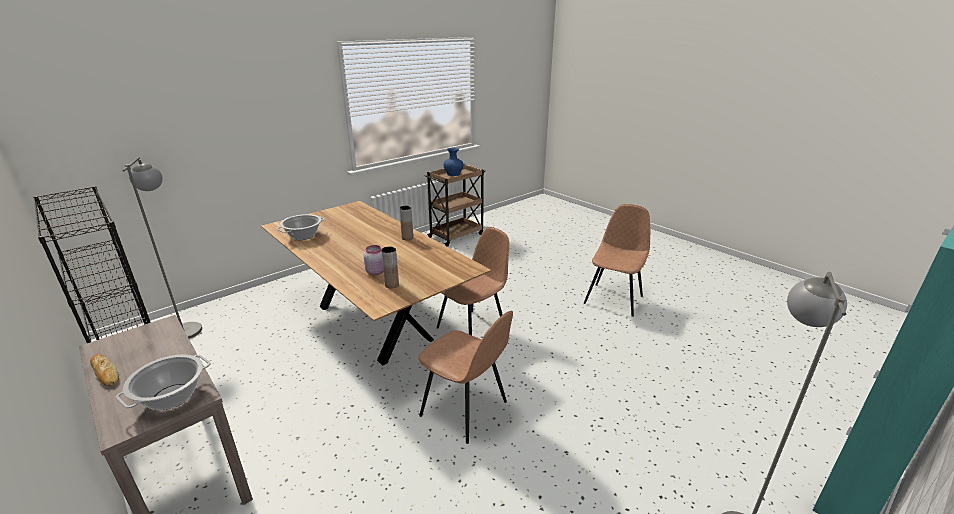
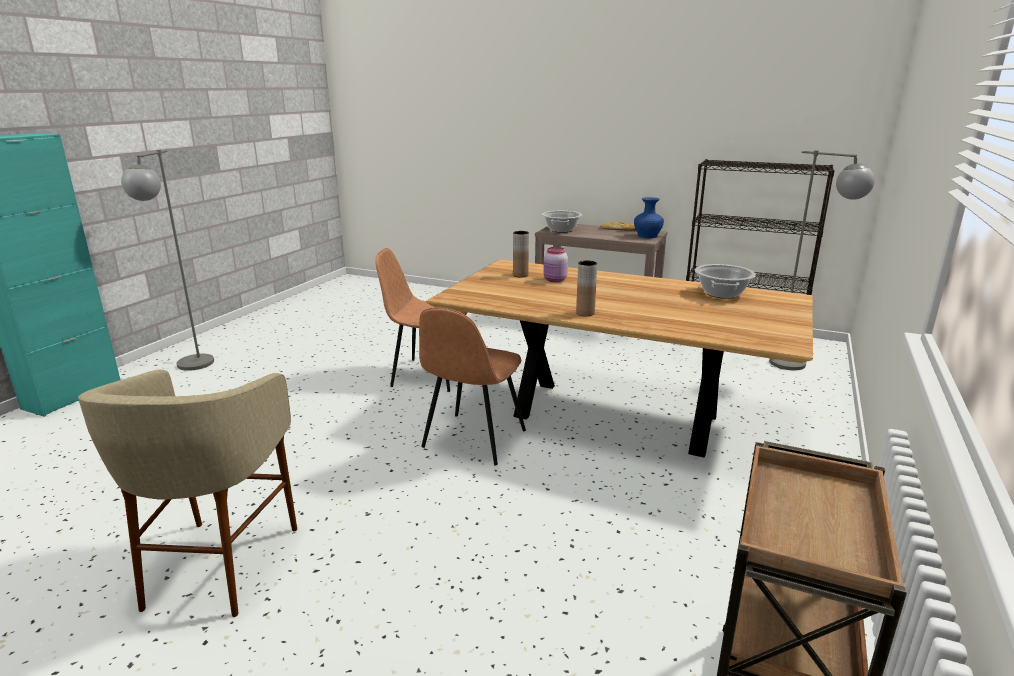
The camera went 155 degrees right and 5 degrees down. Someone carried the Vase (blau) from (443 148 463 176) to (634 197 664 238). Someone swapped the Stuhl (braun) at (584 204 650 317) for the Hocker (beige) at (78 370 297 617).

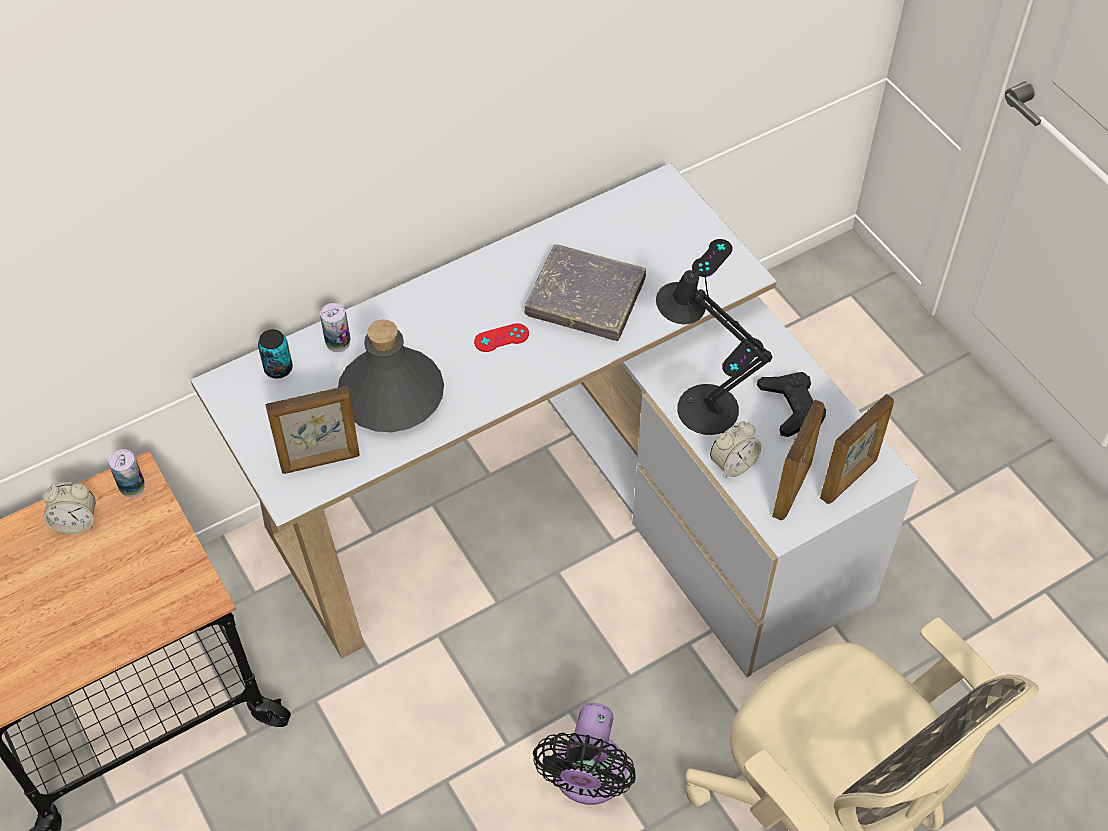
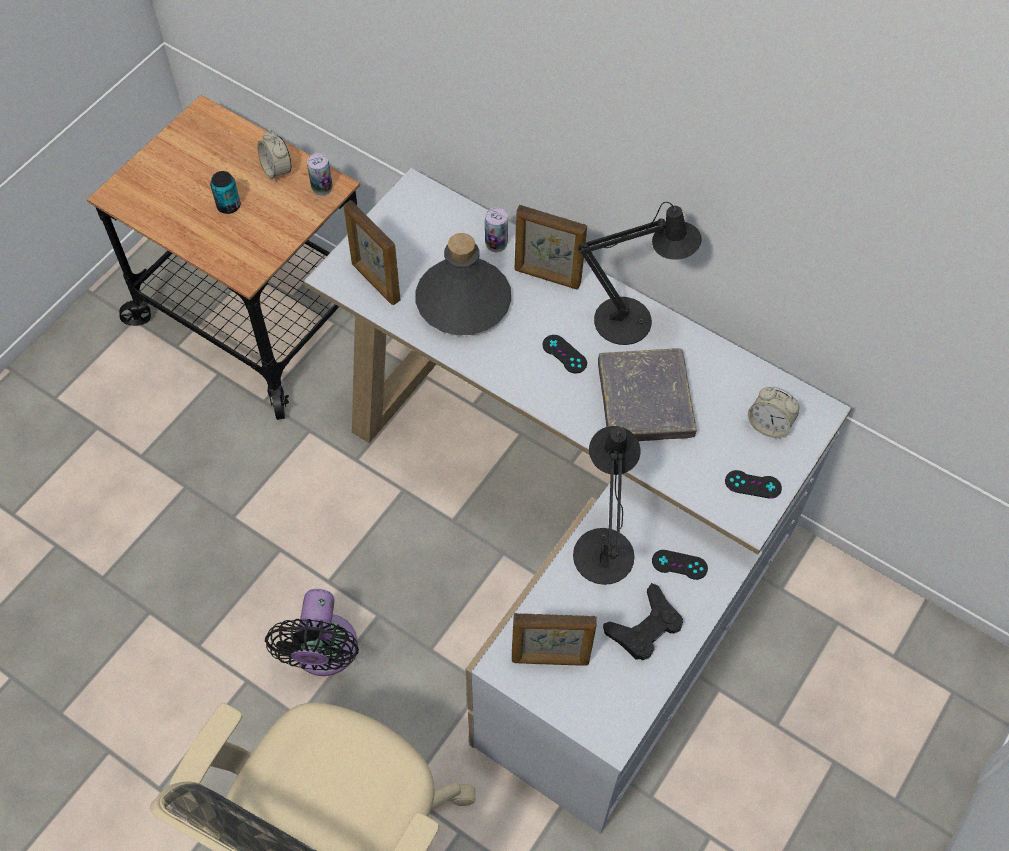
The camera went 65 degrees right and 5 degrees up. Someone repainted the Gamepad (rot) at (474 323 529 352), which became the Gamepad (schwarz) at (543 335 587 374). Someone carried the Dose from (258 329 293 379) to (210 171 241 214). Someone carried the Bilderrahmen from (820 394 894 504) to (515 205 587 289). Someone carried the Wecker from (710 421 761 478) to (748 387 800 439). Someone rotated the Ventilator (schwarz) at (533 703 636 805) by 75 degrees counterclockwise. Someone put down the Tischlampe (schwarz) at (578 202 702 345).

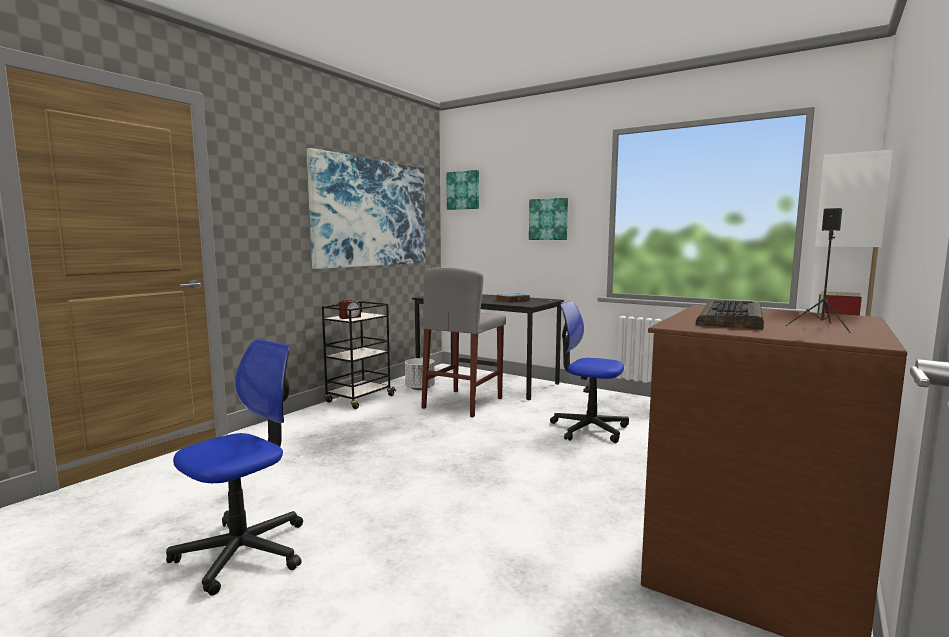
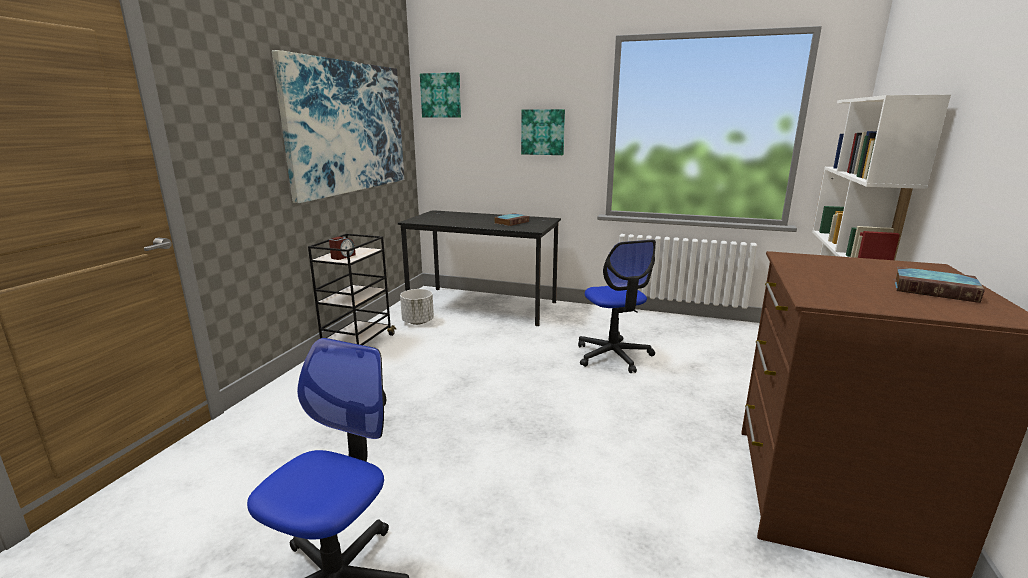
The camera went 15 degrees left and 10 degrees up. Someone swapped the Lautsprecher (schwarz) at (785 208 851 333) for the Buch at (894 267 985 303). Someone took away the Hocker (grau) at (421 268 506 417). Someone rotated the Bürostuhl at (550 301 629 443) by 120 degrees counterclockwise. Someone took away the Tastatur at (696 301 764 329).

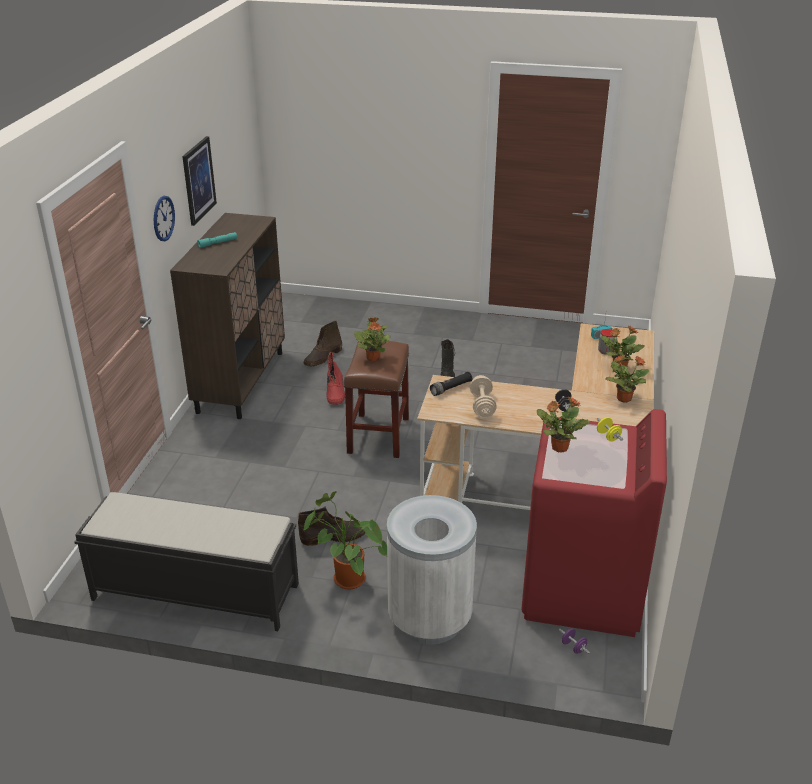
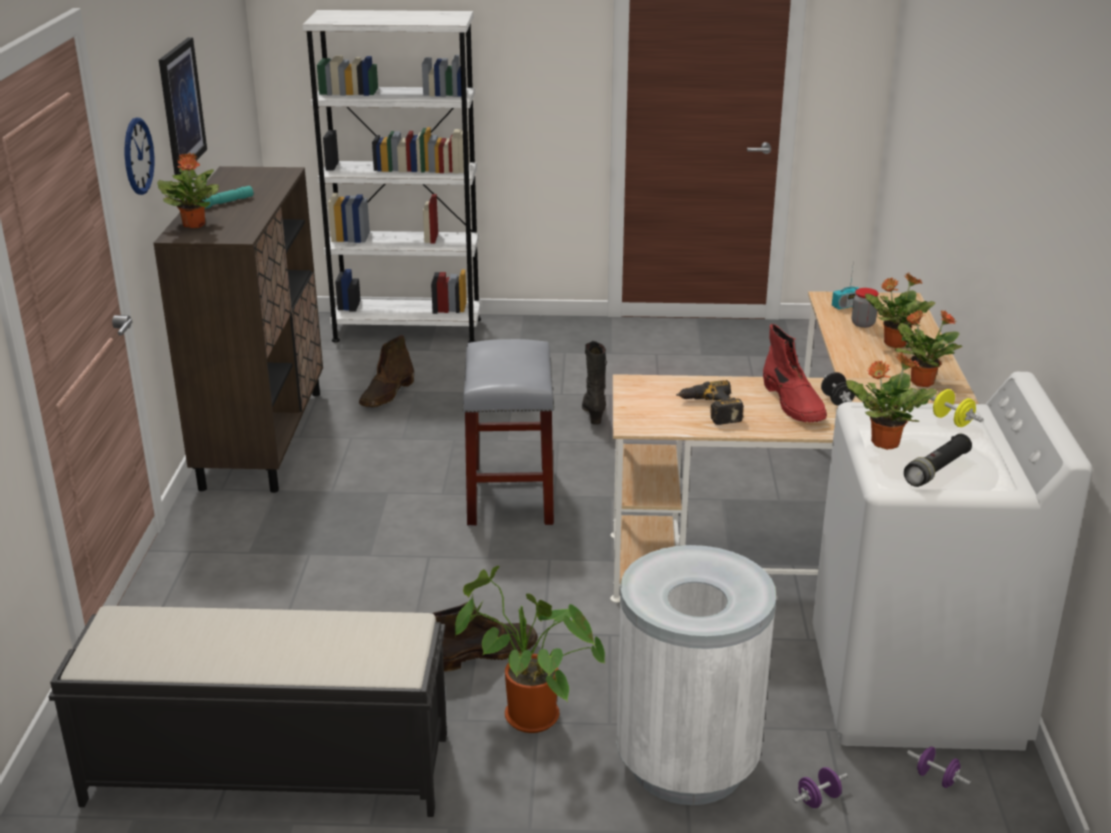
The camera went 10 degrees left and 5 degrees down. Someone carried the Topfpflanze from (354 317 390 362) to (157 153 219 228). Someone repainted the Hocker (braun) at (344 340 409 458), which became the Hocker (grau) at (462 339 554 526). Someone carried the Stiefel (rot) from (327 352 345 405) to (763 324 827 422). Someone carried the Taschenlampe (schwarz) from (430 372 472 396) to (904 434 972 487). Someone swapped the Hantel (beige) at (470 375 497 418) for the Bohrmaschine at (676 380 744 425). Someone repainted the Waschmaschine (rot) at (521 409 667 637), which became the Waschmaschine (weiß) at (812 372 1092 751). Someone put down the Bücherregal (weiß) at (302 10 481 343). Someone put down the Hantel (lila) at (793 767 848 808).

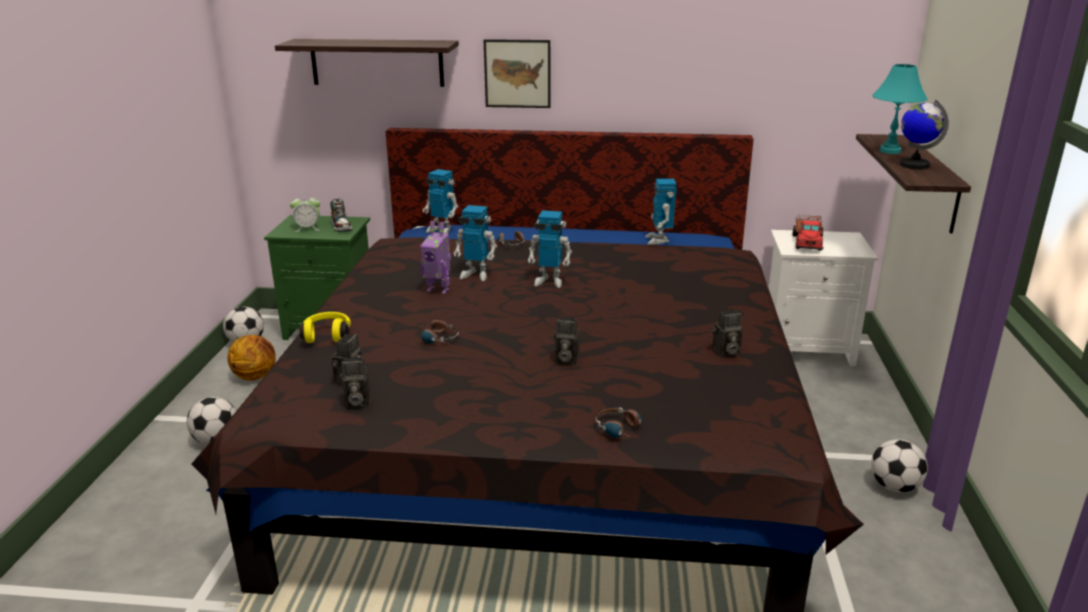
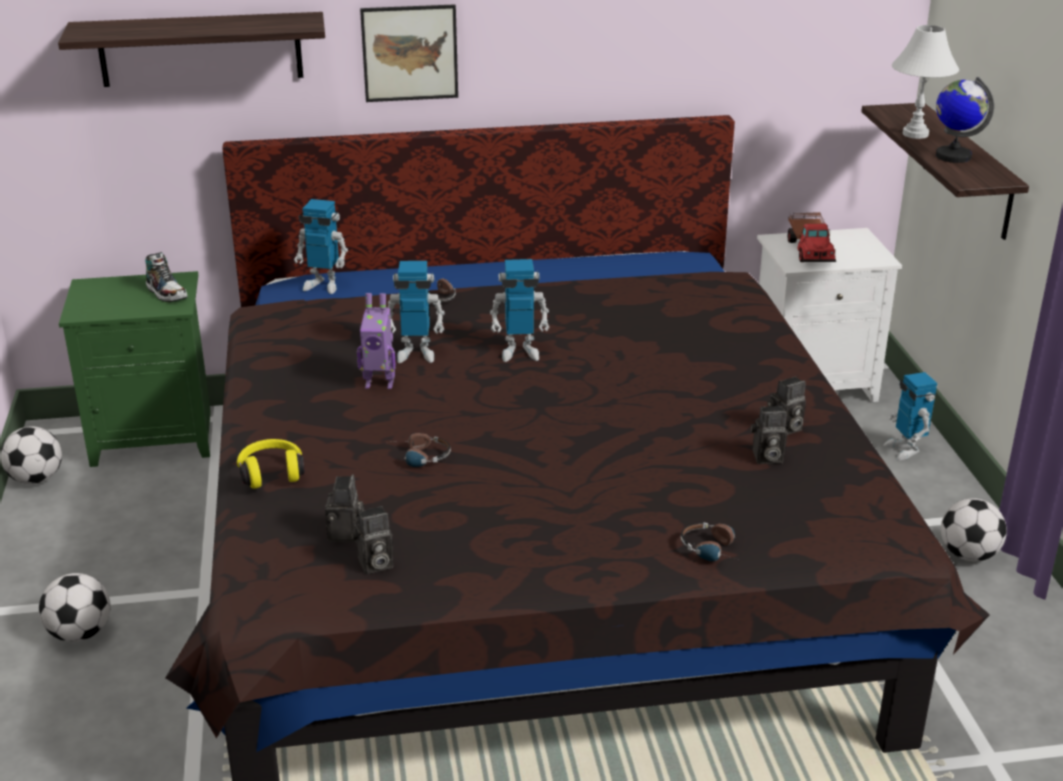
The camera went 15 degrees left and 5 degrees up. Someone repainted the Tischlampe (türkis) at (872 64 927 154), which became the Tischlampe (weiß) at (892 25 959 139). Someone carried the Spielzeugroboter from (645 179 677 245) to (883 372 937 460). Someone took away the Wecker at (290 194 320 232). Someone carried the Kamera from (554 317 579 365) to (751 406 787 464). Someone took away the Basketball at (227 335 276 381).

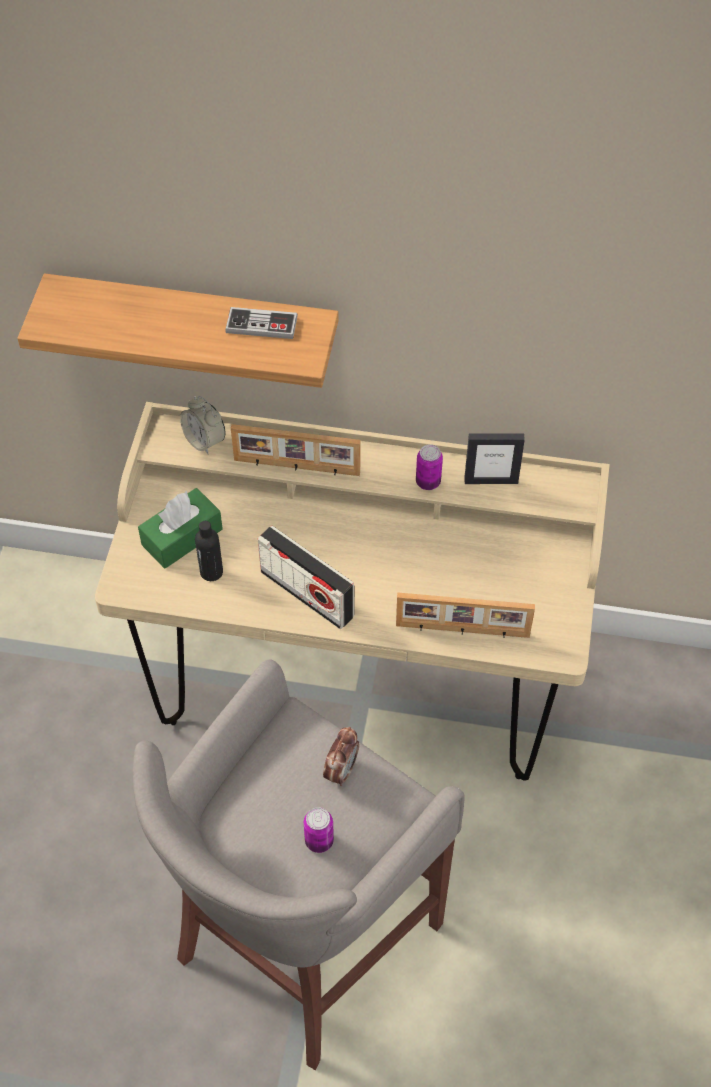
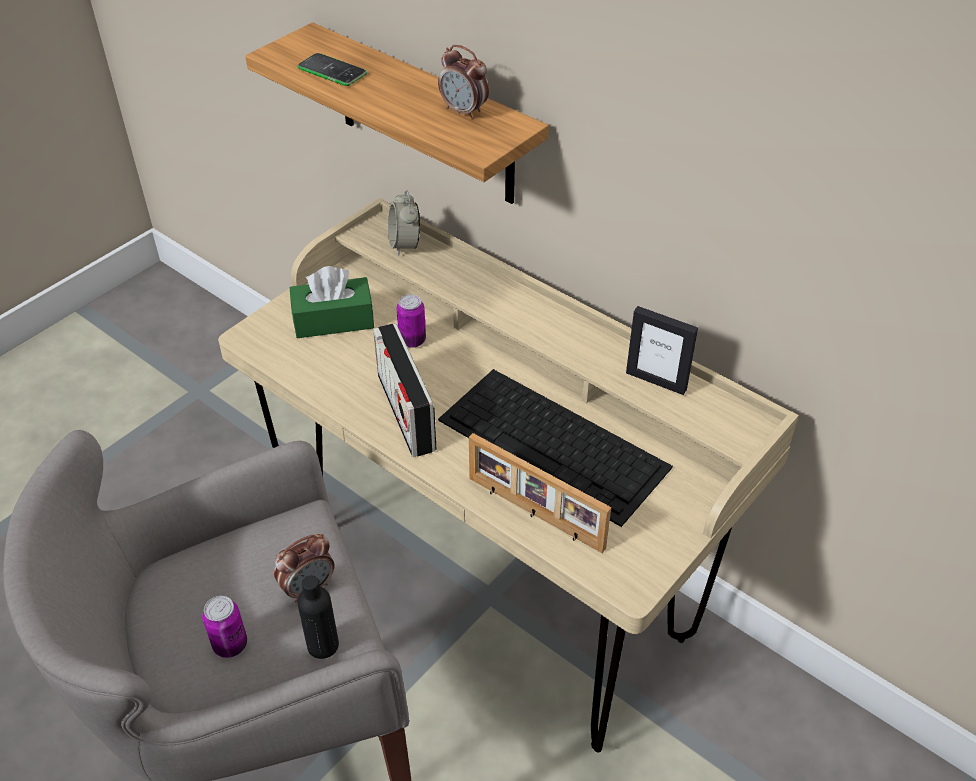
The camera went 30 degrees right and 10 degrees down. Someone swapped the Gamepad at (225 307 298 339) for the Wecker at (438 45 489 119). Someone took away the Bilderrahmen at (231 424 360 476). Someone carried the Dose from (416 444 443 490) to (397 294 426 348). Someone carried the Flasche (schwarz) from (195 521 223 581) to (297 576 339 659). Someone put down the Handy at (298 53 367 86). Someone put down the Tastatur at (438 369 673 527).

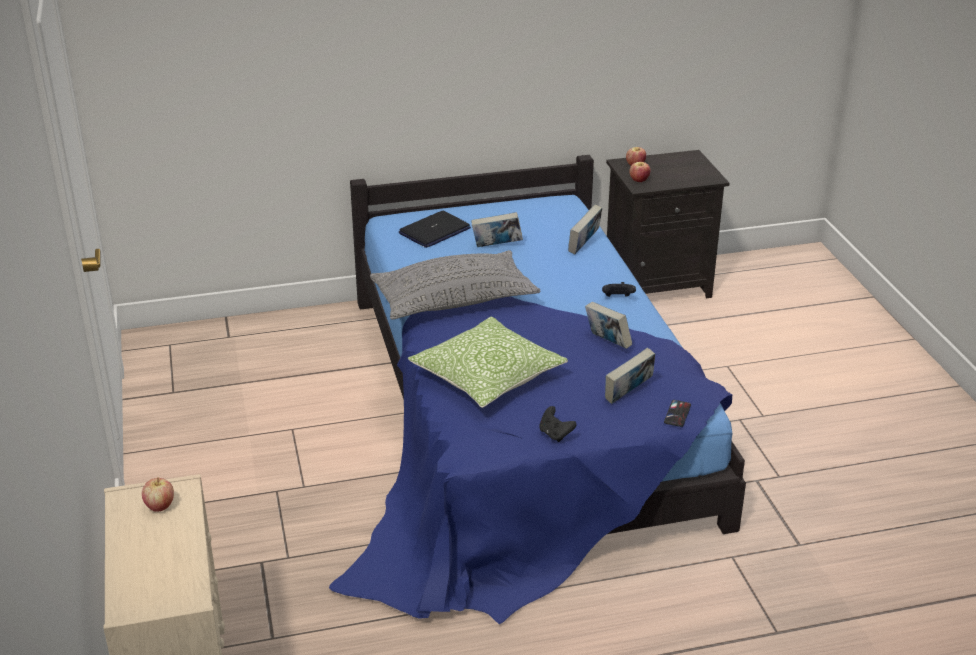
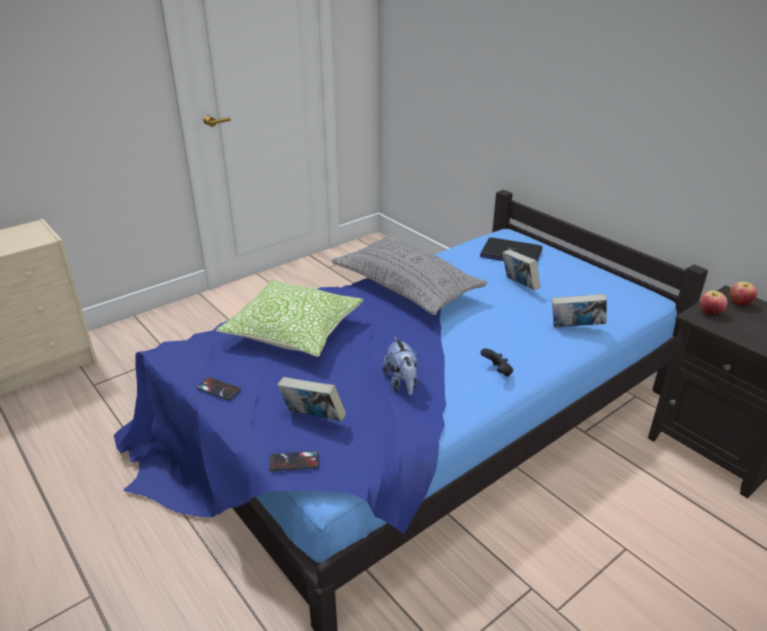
The camera went 65 degrees right and 0 degrees up. Someone swapped the Buch at (585 302 632 349) for the Plüschtier at (382 336 418 395). Someone swapped the Gamepad (schwarz) at (539 406 577 442) for the Handy at (196 377 241 400). Someone took away the Apfel at (142 477 174 512).

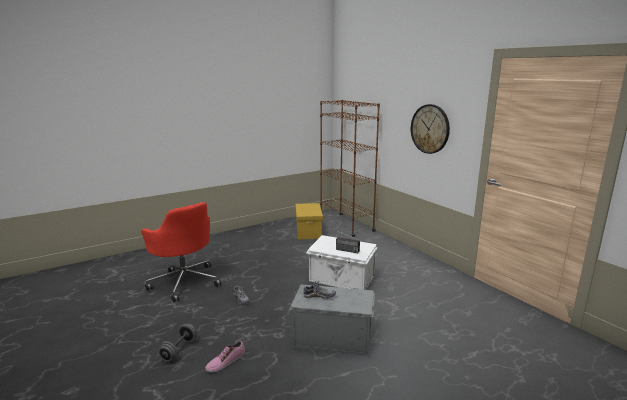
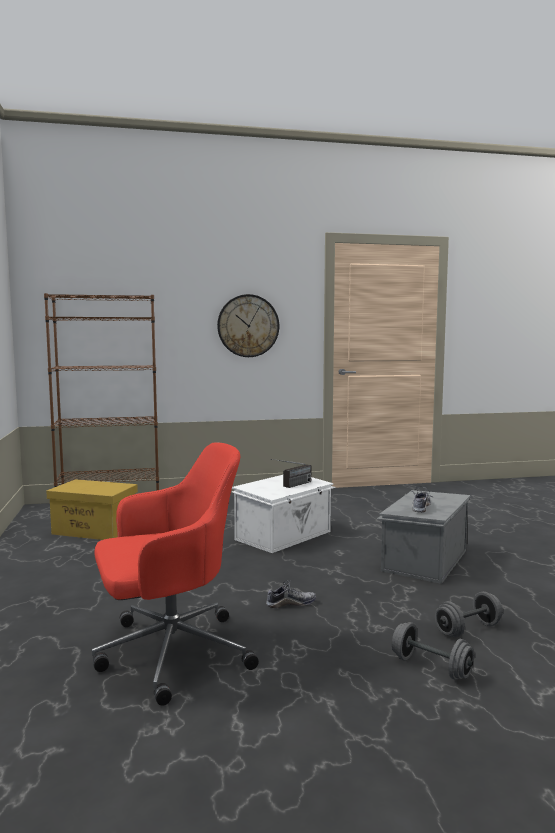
The camera went 70 degrees left and 10 degrees down. Someone swapped the Schuh at (205 341 245 373) for the Hantel (grau) at (435 592 503 637).

